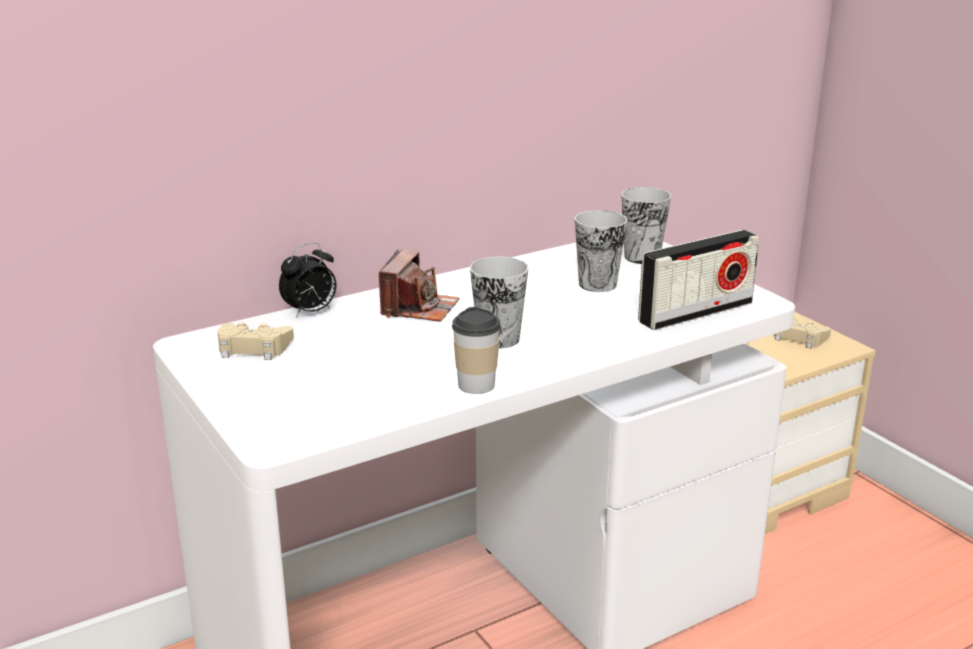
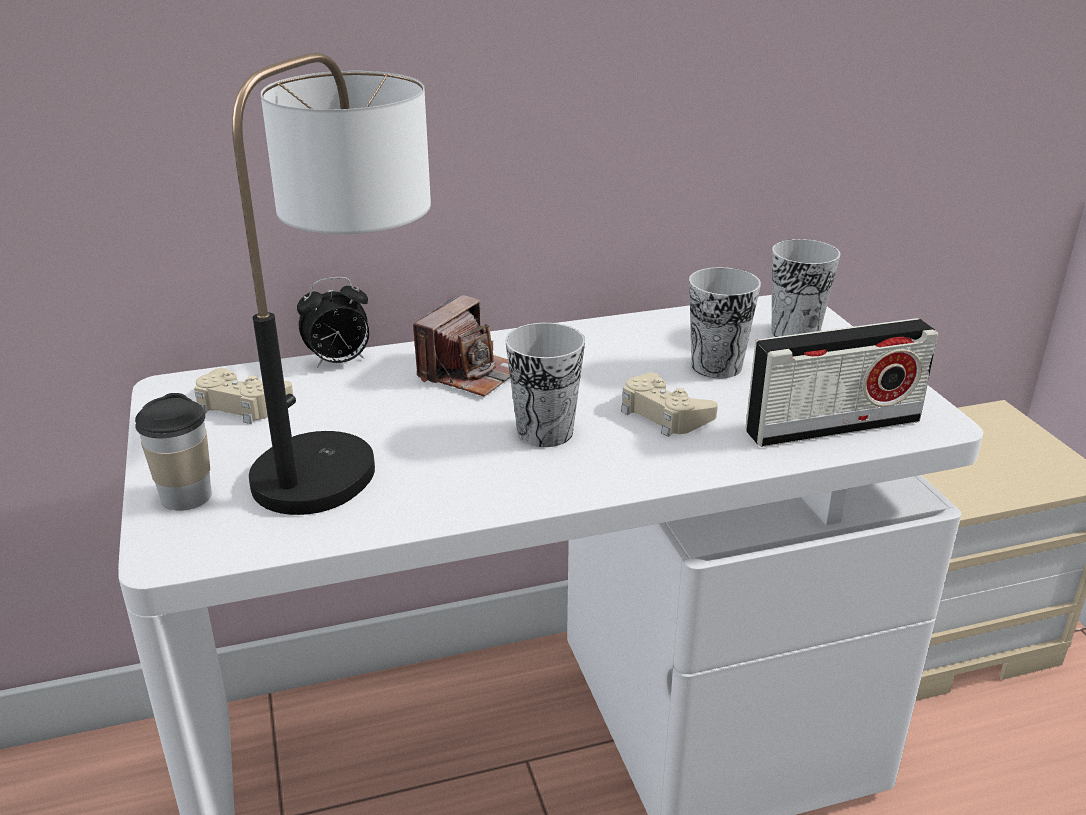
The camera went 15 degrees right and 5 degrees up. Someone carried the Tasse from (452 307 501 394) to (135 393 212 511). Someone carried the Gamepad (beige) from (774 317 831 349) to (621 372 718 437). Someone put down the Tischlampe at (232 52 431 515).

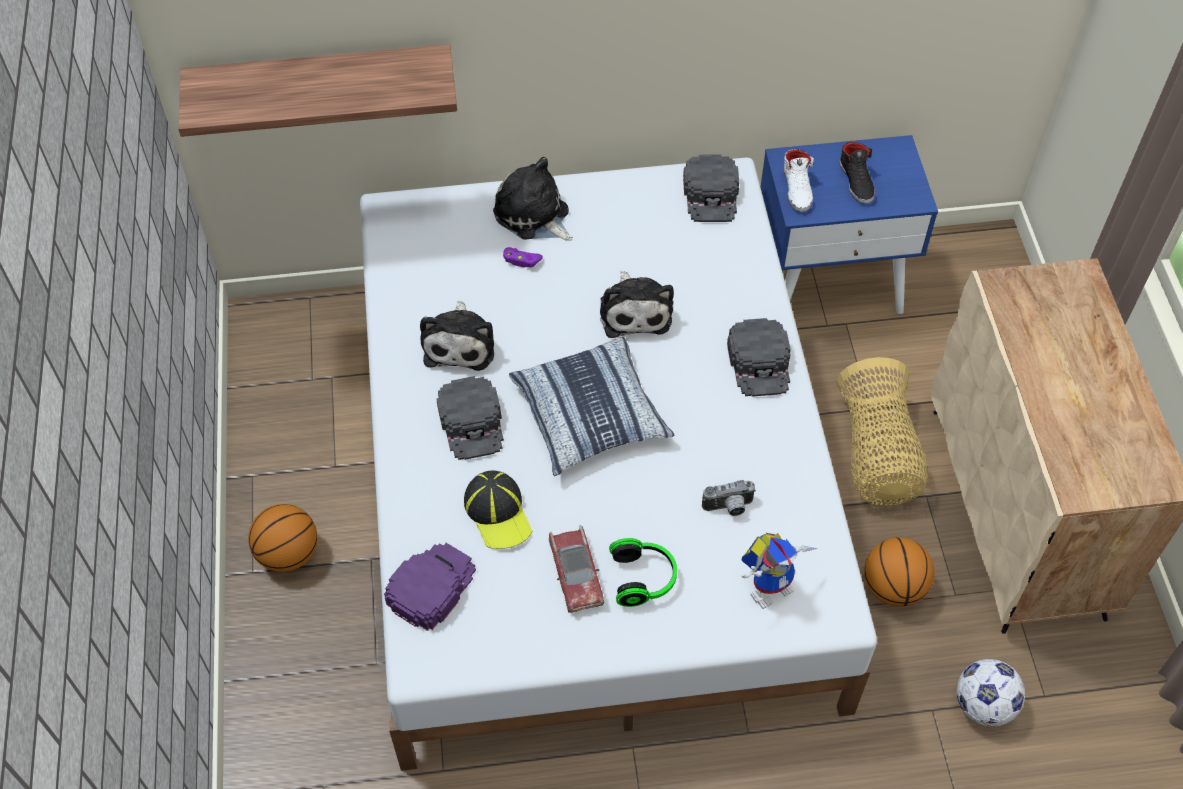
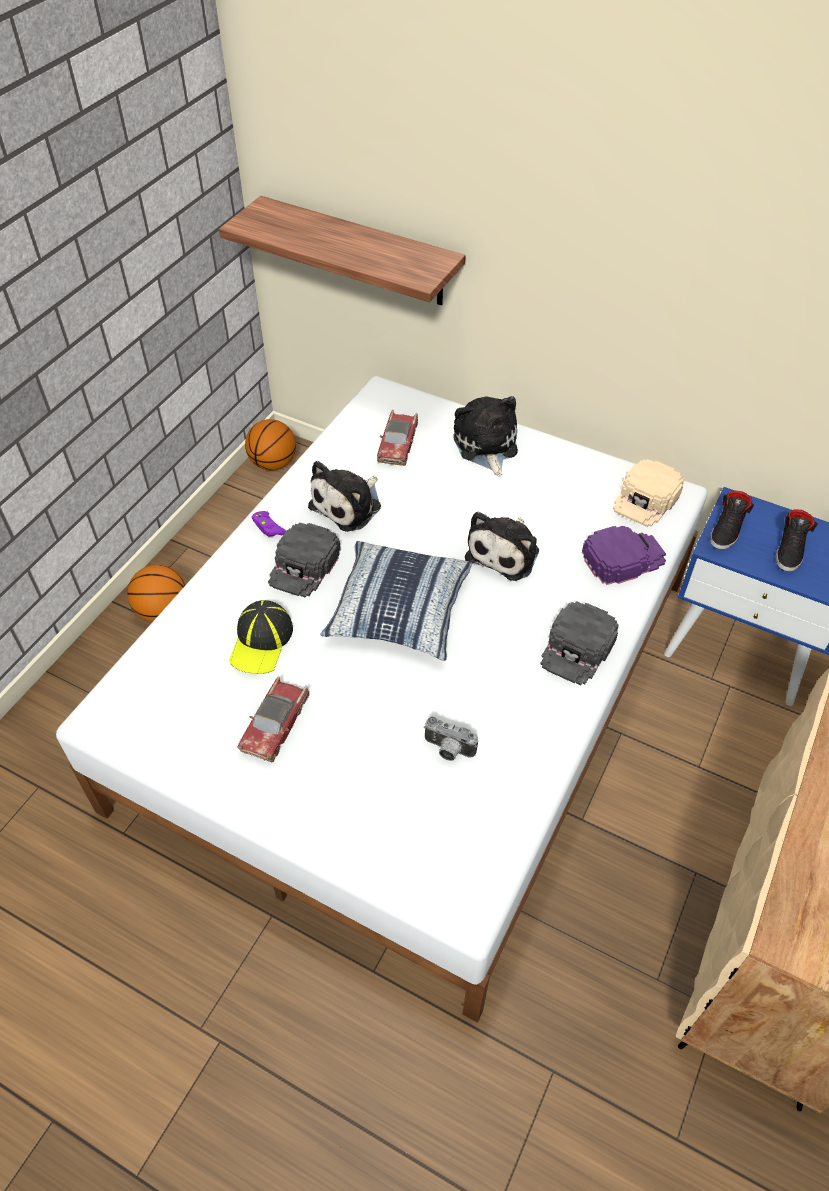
The camera went 35 degrees right and 5 degrees down. Someone repainted the Schuh (weiß) at (784 149 814 212), which became the Schuh (schwarz) at (710 491 754 550). Someone repainted the Kappe (schwarz) at (683 155 739 222), which became the Kappe (beige) at (613 459 684 527). Someone carried the Gamepad (lila) from (503 247 543 267) to (252 511 286 537). Someone took away the Korb at (837 357 927 506). Someone took away the Spielzeugroboter at (741 533 818 609). Someone carried the Basketball from (864 537 935 607) to (245 419 296 470). Someone took away the Kopfhörer at (609 538 677 607). Someone carried the Kappe (lila) from (384 543 476 631) to (582 526 666 585). Someone took away the Fußball at (957 659 1025 726). Someone put down the Spielzeugauto at (377 410 418 466).

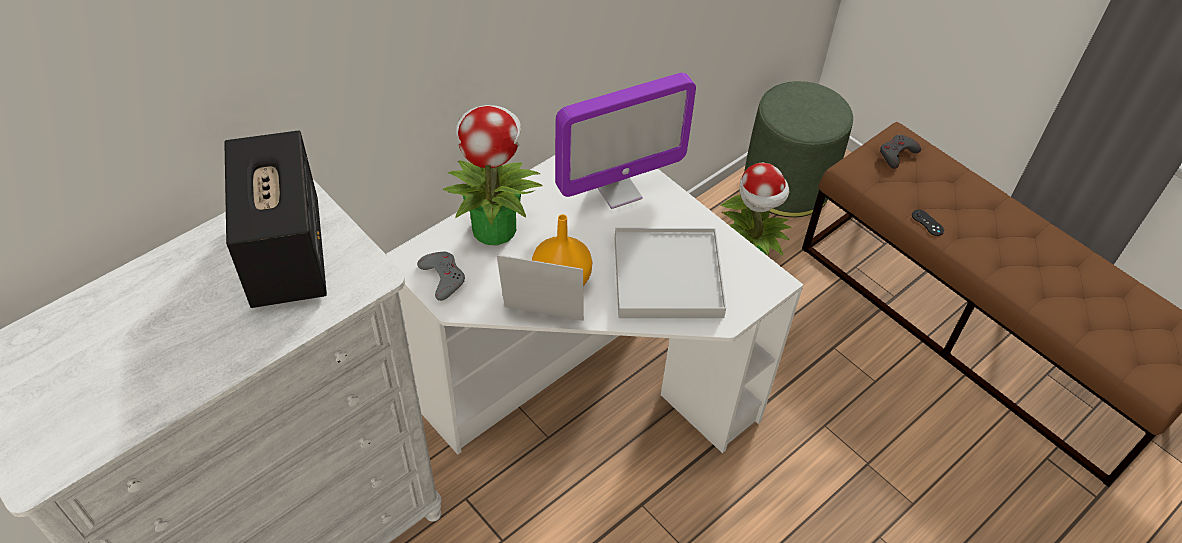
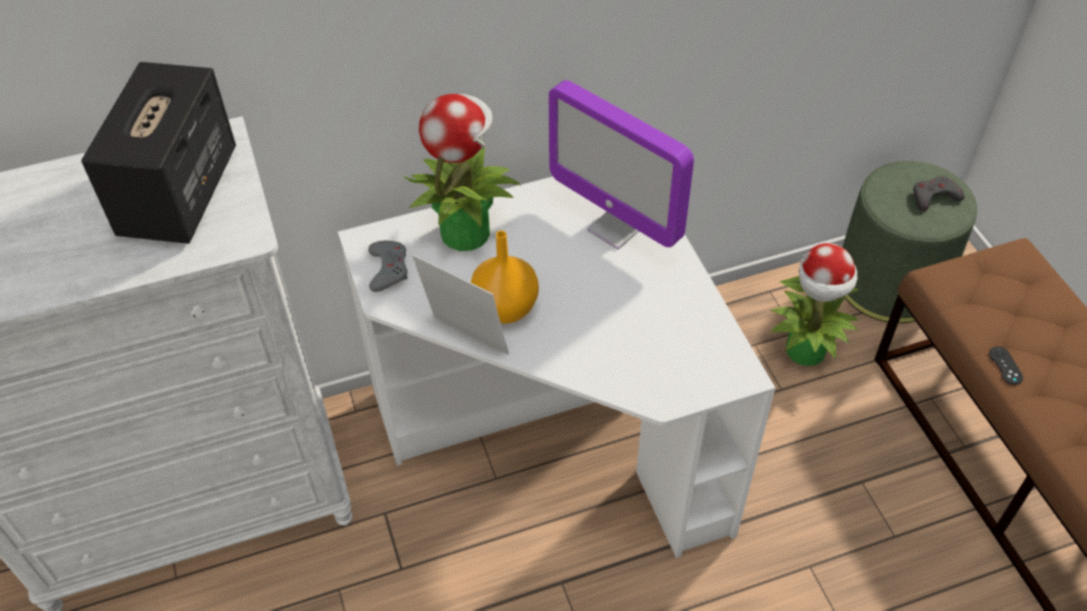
The camera went 25 degrees right and 0 degrees up. Someone rotated the Monitor at (555 73 696 209) by 45 degrees clockwise. Someone carried the Gamepad (grau) from (880 135 921 169) to (913 176 964 211). Someone took away the Tablett (weiß) at (615 228 726 318).

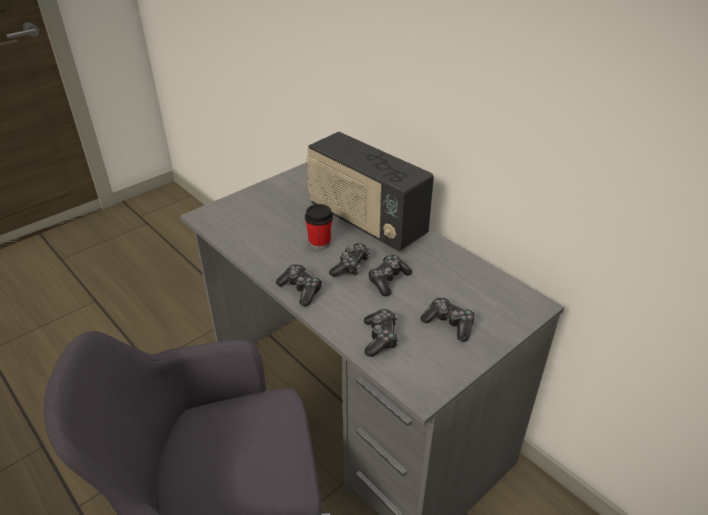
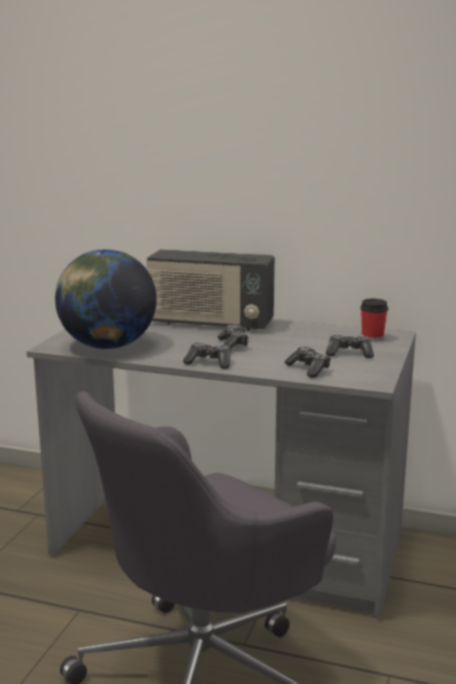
The camera went 30 degrees left and 20 degrees down. Someone carried the Tasse from (305 204 333 250) to (360 299 388 342). Someone took away the Gamepad at (368 255 412 296). Someone put down the Globus at (55 249 157 349).

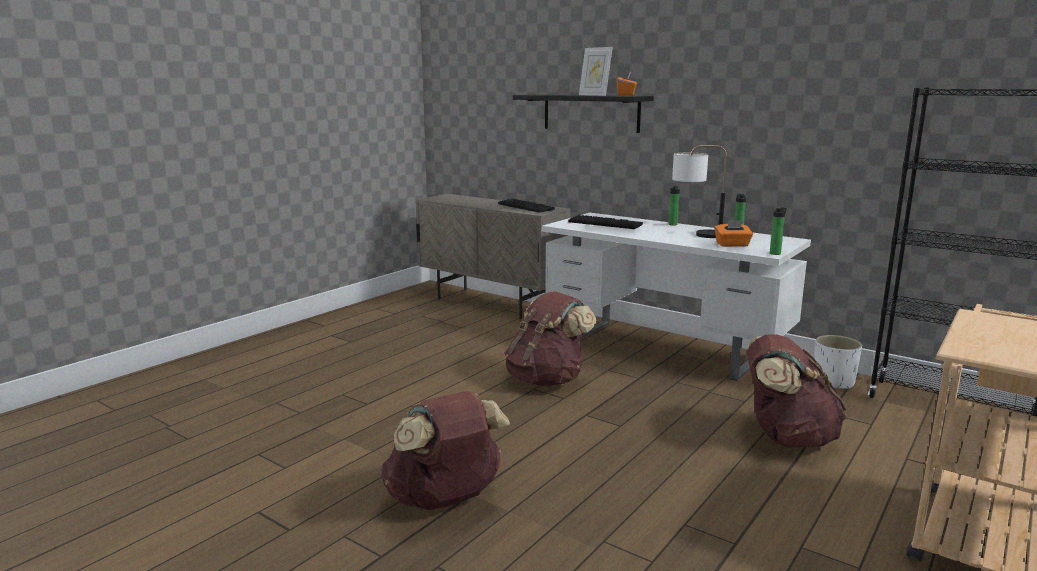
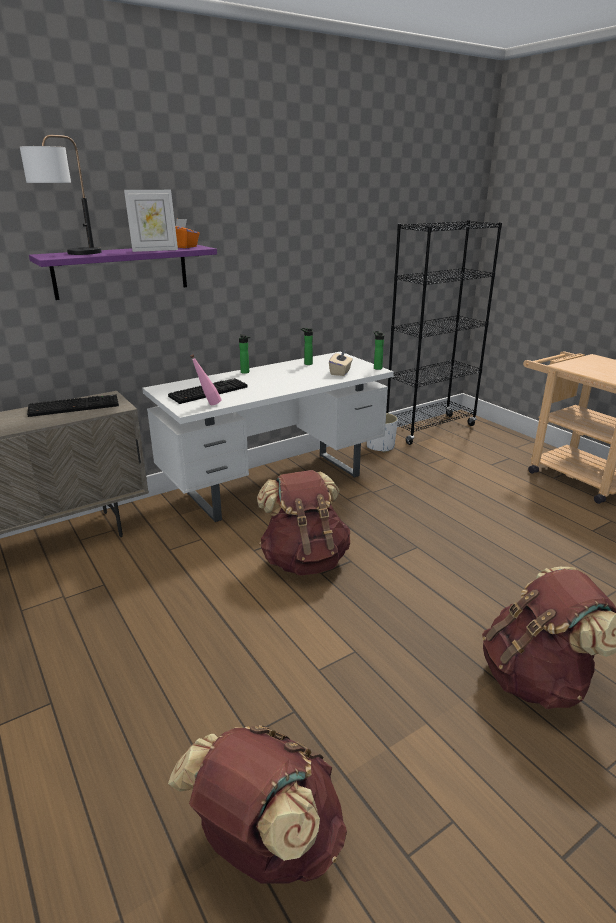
The camera went 70 degrees left and 10 degrees up. Someone repainted the Wandregal (schwarz) at (513 94 654 133), which became the Wandregal (lila) at (29 245 217 300). Someone carried the Tischlampe from (672 145 727 238) to (20 135 101 255). Someone repainted the Taschentuchbox (orange) at (714 220 753 247), which became the Taschentuchbox (beige) at (329 350 353 376). Someone carried the Rucksack (braun) from (746 334 847 448) to (168 725 347 884). Someone put down the Flasche (rosa) at (190 354 222 405).

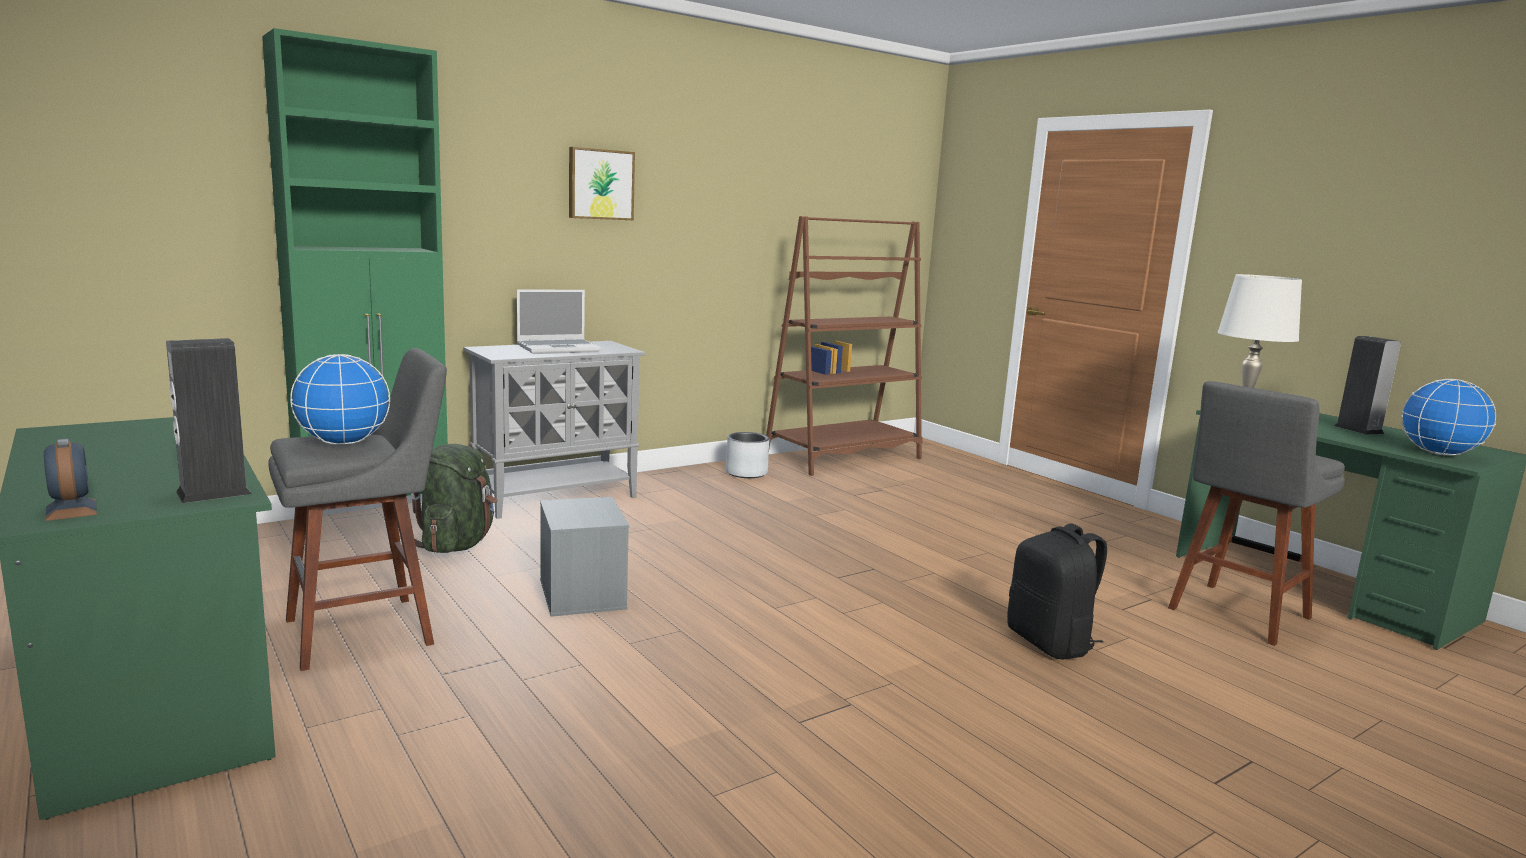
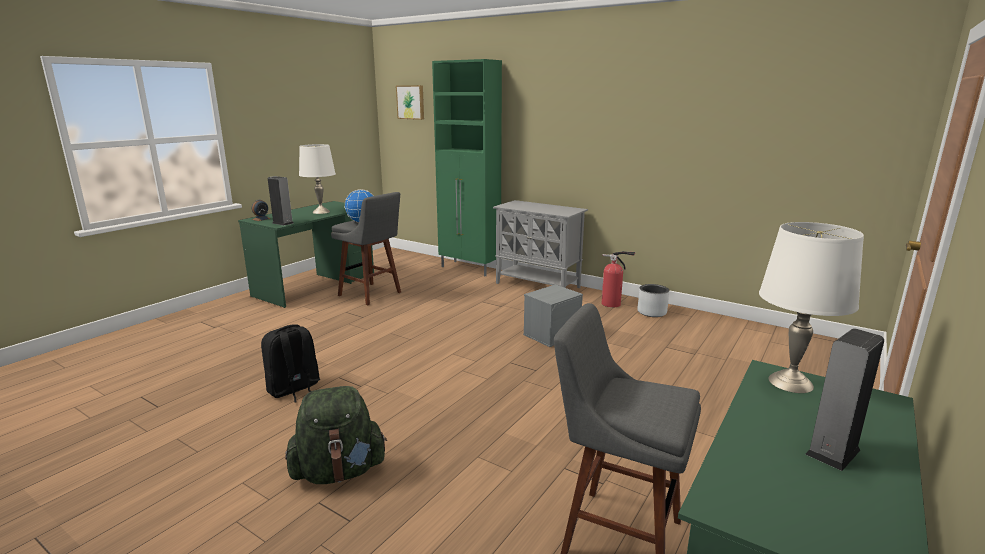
The camera went 70 degrees right and 5 degrees up. Someone carried the Bild from (569 147 635 220) to (396 85 424 120). Someone took away the Bücherregal (braun) at (766 216 923 476). Someone took away the Laptop at (517 289 601 354). Someone took away the Globus at (1401 379 1496 456). Someone carried the Rucksack (grün) from (406 444 498 553) to (285 386 387 484). Someone carried the Aufbewahrungsbox (grau) from (540 497 629 617) to (523 284 583 347). Someone carried the Rucksack (schwarz) from (1007 523 1107 660) to (261 324 320 403). Someone put down the Tischlampe (weiß) at (299 144 336 214). Someone put down the Feuerlöscher at (602 251 635 307).

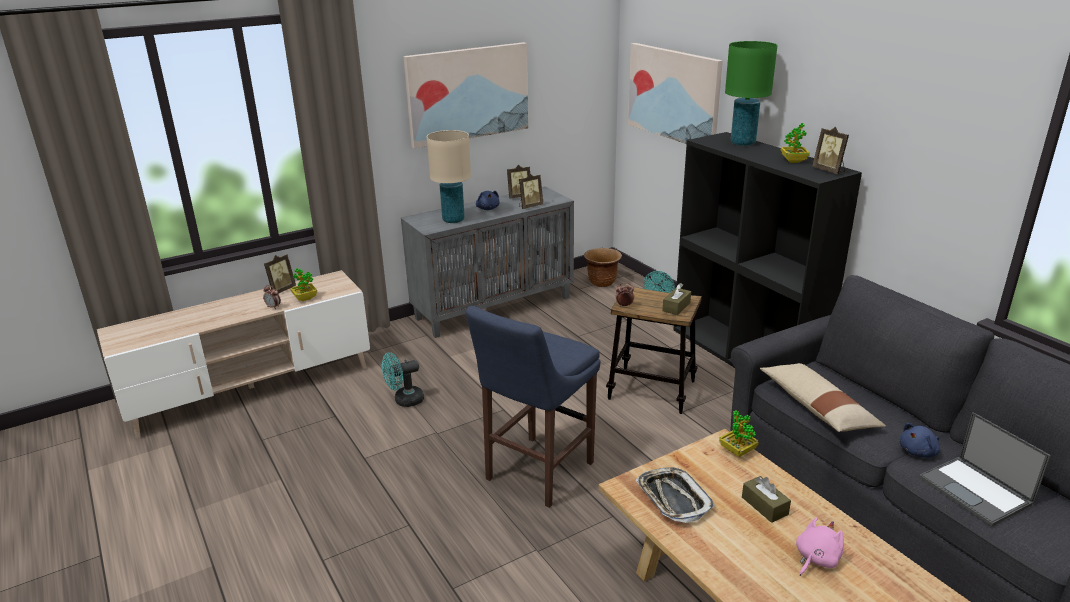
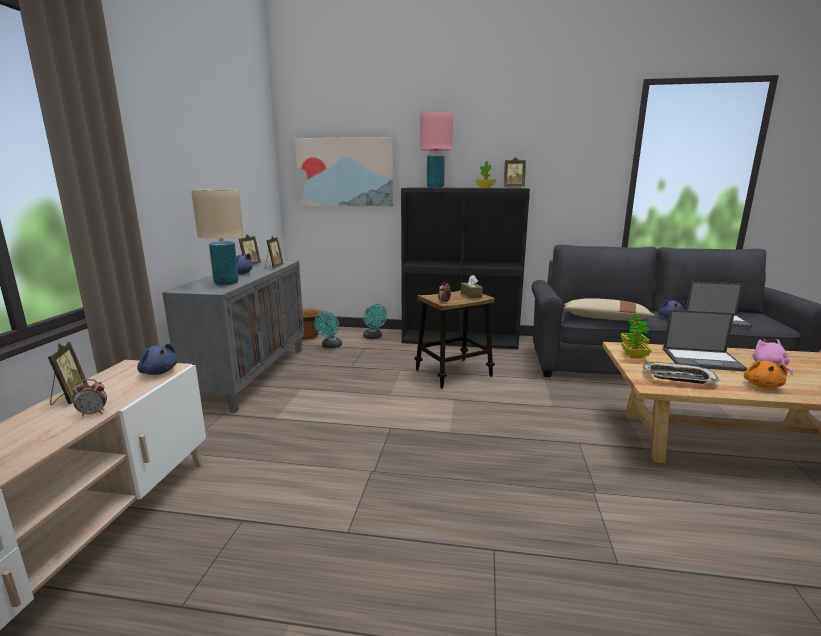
The camera went 50 degrees left and 10 degrees down. Someone repainted the Tischlampe (grün) at (725 41 778 146), which became the Tischlampe (rosa) at (420 112 453 188). Someone took away the Bild at (403 42 529 148). Someone carried the Topfpflanze from (290 268 317 301) to (621 322 652 358). Someone took away the Hocker (blau) at (466 306 601 508). Someone carried the Ventilator (türkis) from (382 352 424 407) to (314 311 342 348). Someone swapped the Taschentuchbox (braun) at (742 476 791 523) for the Laptop at (663 310 747 372). Someone put down the Plüschtier (blau) at (137 343 177 375). Someone put down the Plüschtier (orange) at (744 360 787 388).

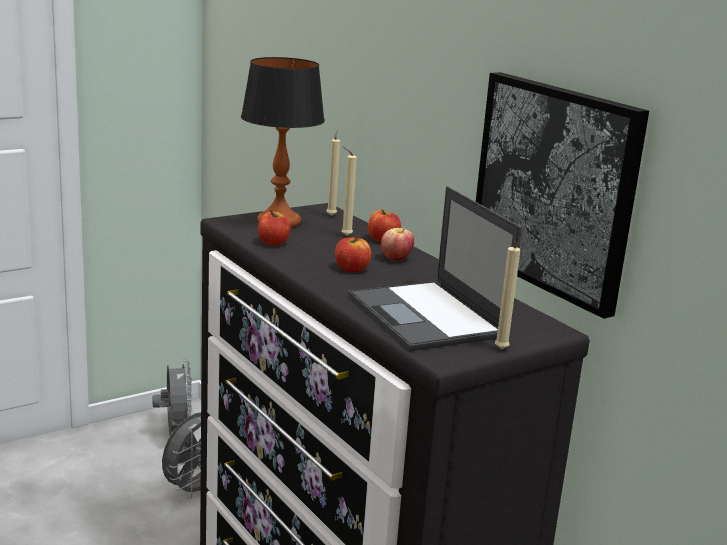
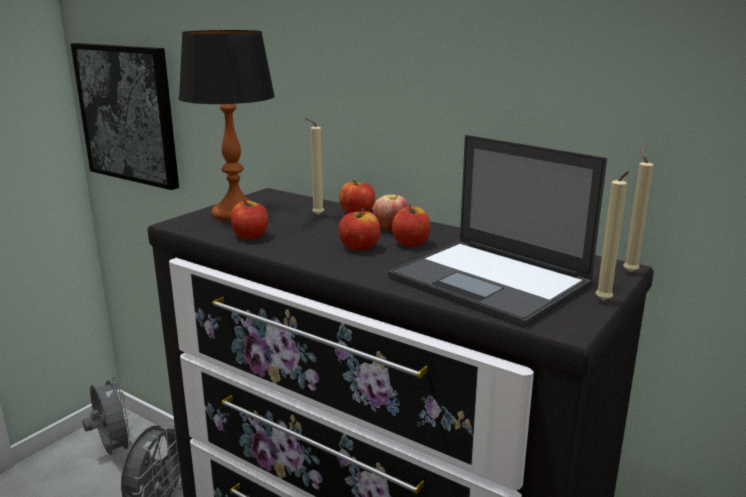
The camera went 20 degrees left and 0 degrees up. Someone carried the Bild from (476 72 649 319) to (70 43 179 190). Someone carried the Kerze (beige) from (327 130 340 216) to (623 148 654 273). Someone put down the Apfel at (392 204 430 247).

